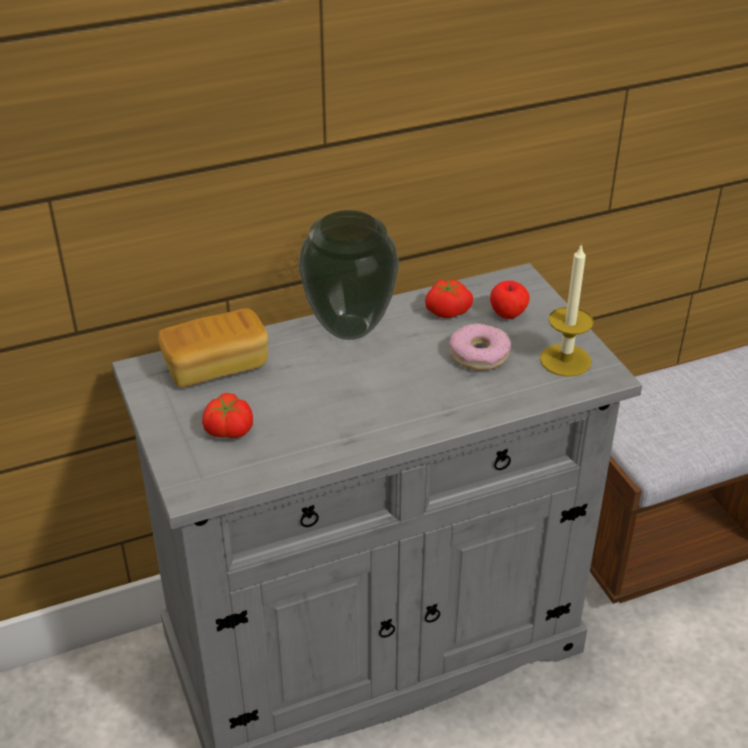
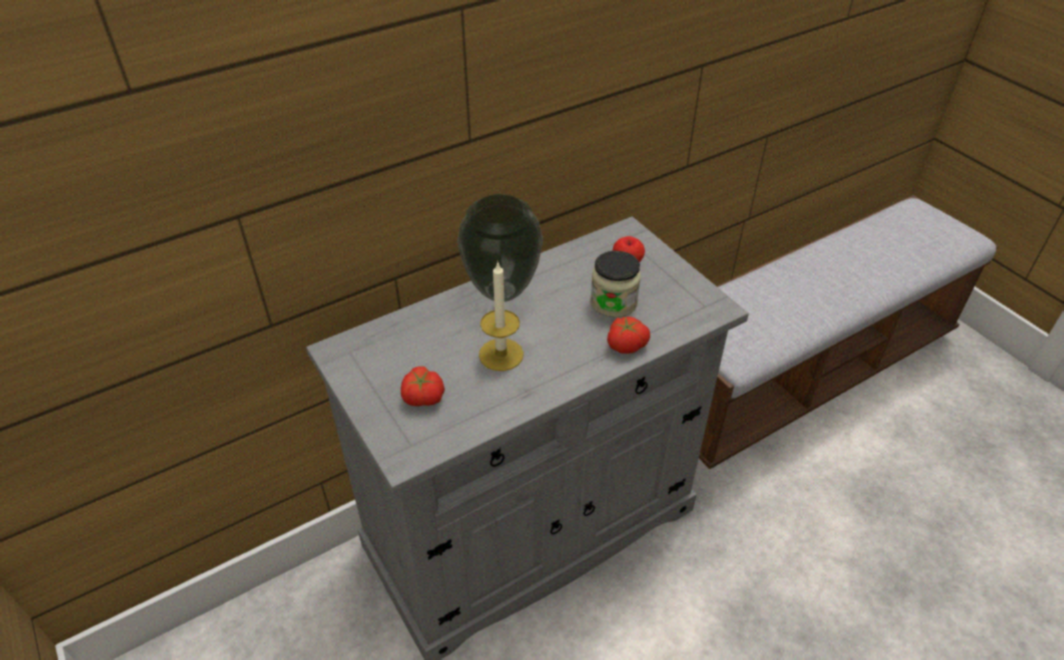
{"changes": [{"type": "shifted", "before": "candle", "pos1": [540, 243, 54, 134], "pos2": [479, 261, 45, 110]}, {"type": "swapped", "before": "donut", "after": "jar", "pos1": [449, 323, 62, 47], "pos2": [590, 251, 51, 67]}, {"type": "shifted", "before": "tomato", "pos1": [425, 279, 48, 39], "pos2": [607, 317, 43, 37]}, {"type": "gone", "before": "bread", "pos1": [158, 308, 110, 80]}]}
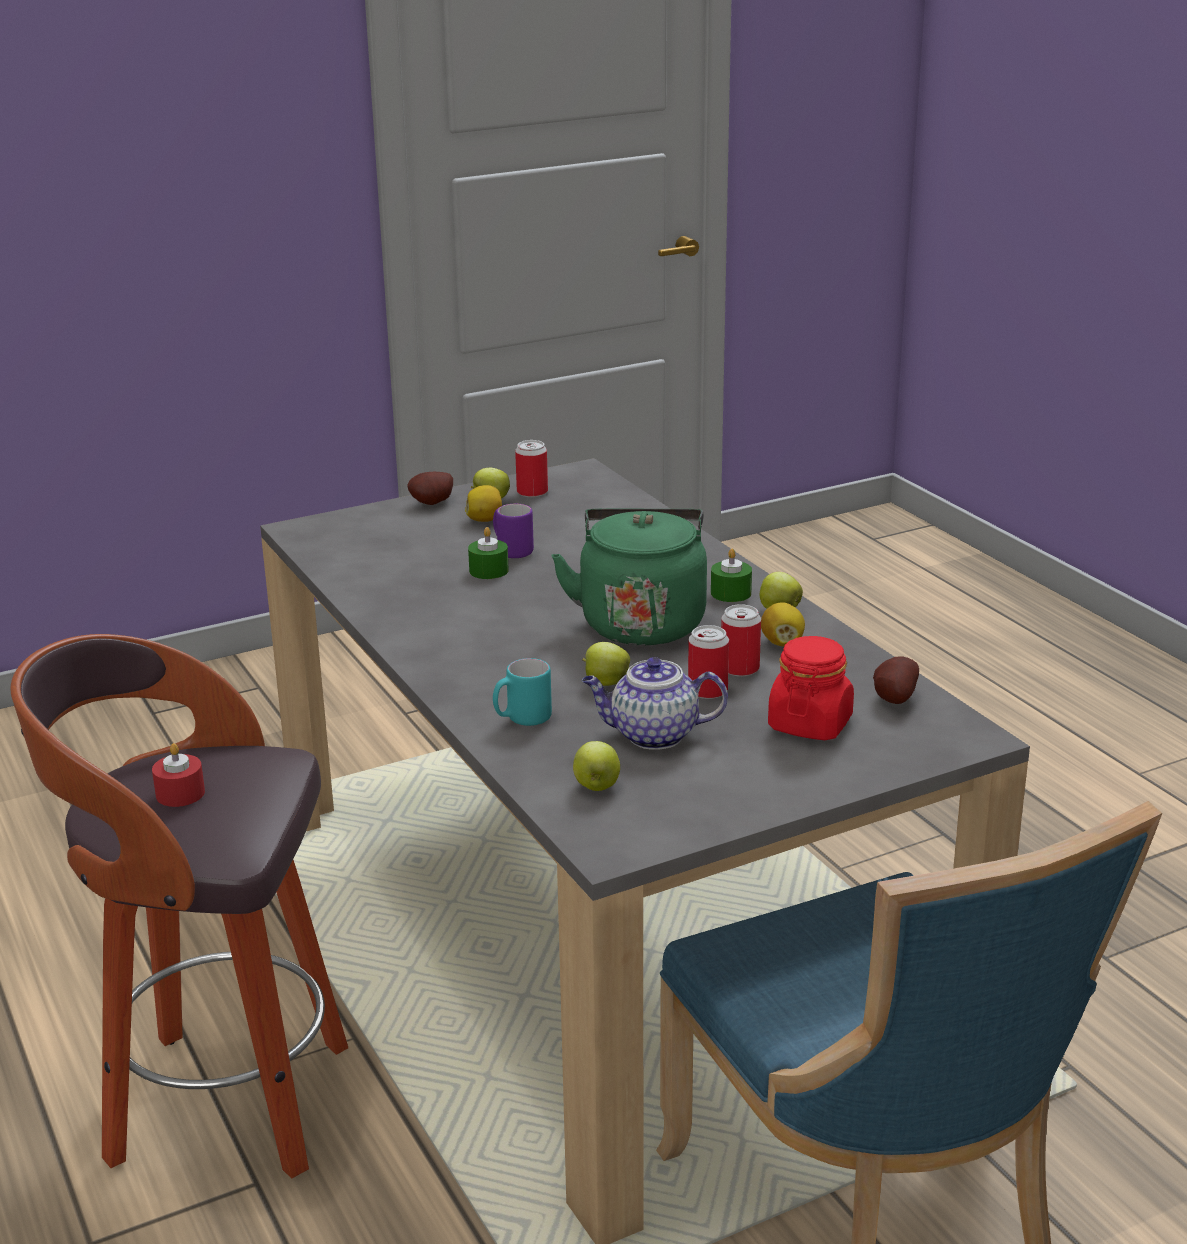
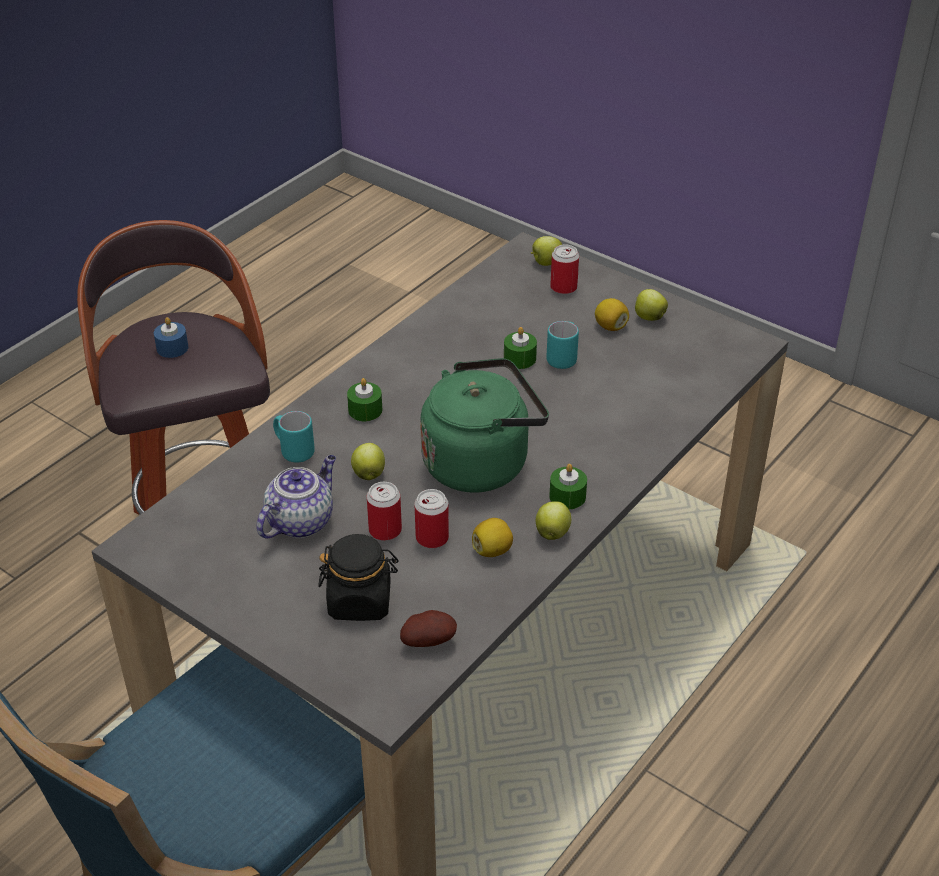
{"changes": [{"type": "repainted", "before": "red candle", "after": "blue candle", "pos1": [152, 743, 53, 64], "pos2": [154, 317, 34, 41]}, {"type": "rotated", "before": "teapot", "pos1": [582, 657, 146, 93], "pos2": [256, 455, 80, 83], "turn": 60}, {"type": "repainted", "before": "red jar", "after": "black jar", "pos1": [768, 636, 86, 104], "pos2": [318, 534, 80, 87]}, {"type": "new", "after": "green candle", "pos2": [347, 378, 35, 43]}, {"type": "shifted", "before": "apple", "pos1": [573, 741, 47, 50], "pos2": [531, 236, 31, 30]}, {"type": "repainted", "before": "purple mug", "after": "turquoise mug", "pos1": [493, 504, 41, 54], "pos2": [546, 321, 33, 48]}, {"type": "shifted", "before": "can", "pos1": [515, 440, 33, 57], "pos2": [550, 244, 29, 50]}, {"type": "gone", "before": "potato", "pos1": [407, 472, 46, 33]}]}
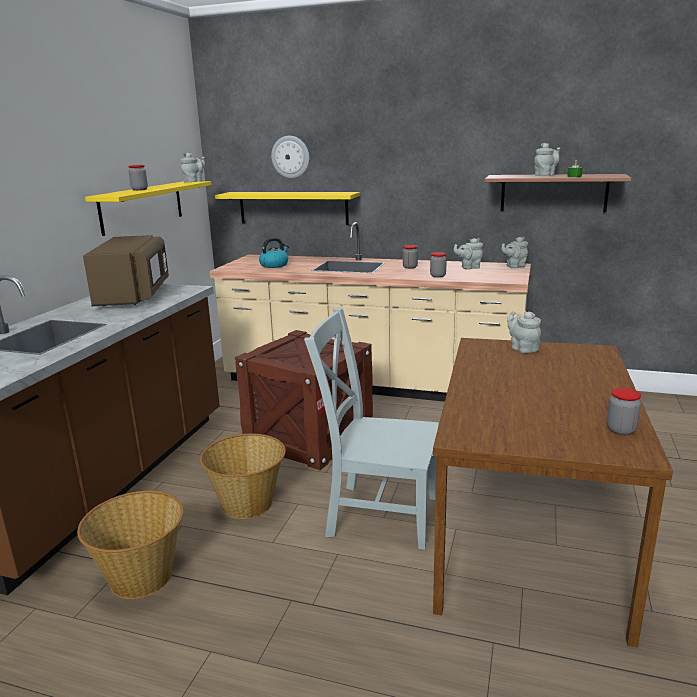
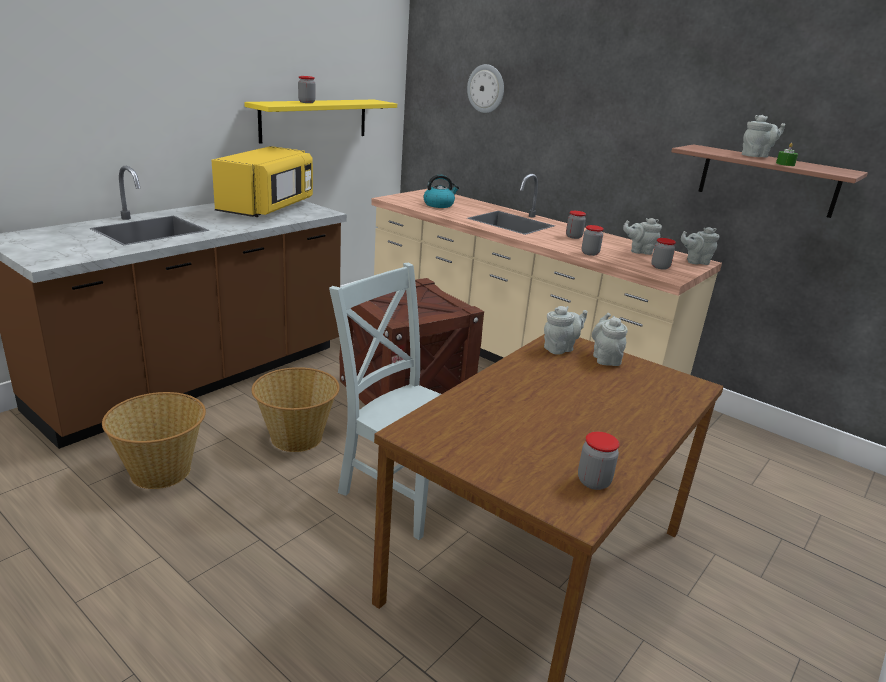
{"changes": [{"type": "repainted", "before": "brown microwave", "after": "yellow microwave", "pos1": [83, 235, 86, 71], "pos2": [212, 146, 101, 71]}, {"type": "shifted", "before": "grey teapot", "pos1": [180, 153, 25, 29], "pos2": [544, 306, 44, 49]}, {"type": "new", "after": "jar", "pos2": [651, 238, 25, 32]}, {"type": "gone", "before": "yellow shelf", "pos1": [215, 192, 145, 33]}]}
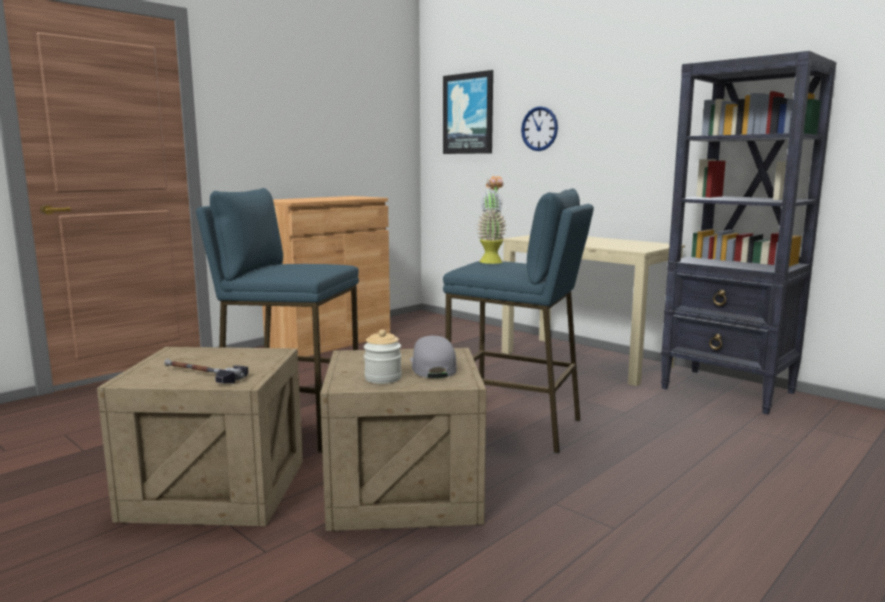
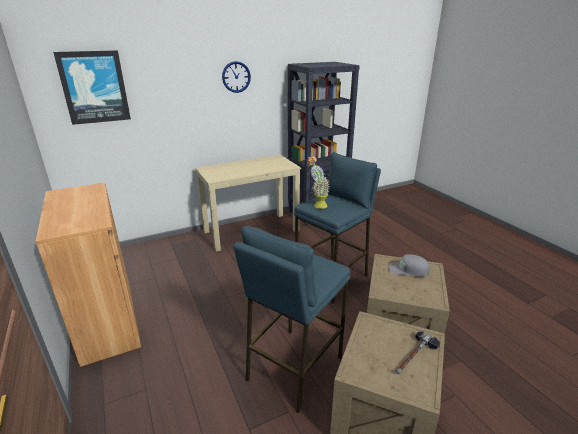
{"changes": [{"type": "shifted", "before": "wall clock", "pos1": [521, 106, 37, 45], "pos2": [222, 61, 29, 32]}, {"type": "gone", "before": "jar", "pos1": [364, 329, 38, 55]}]}
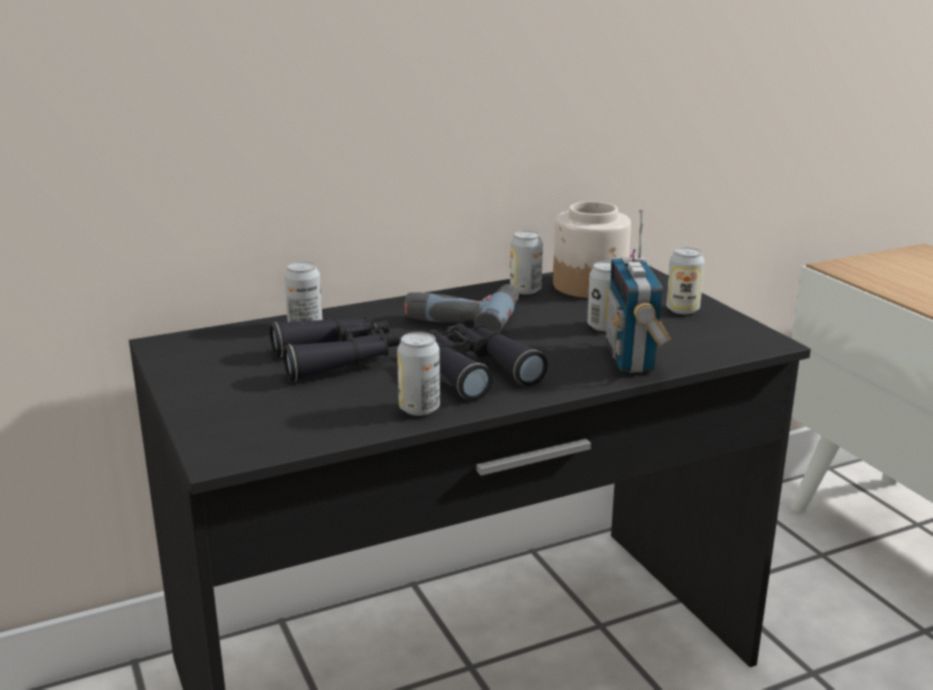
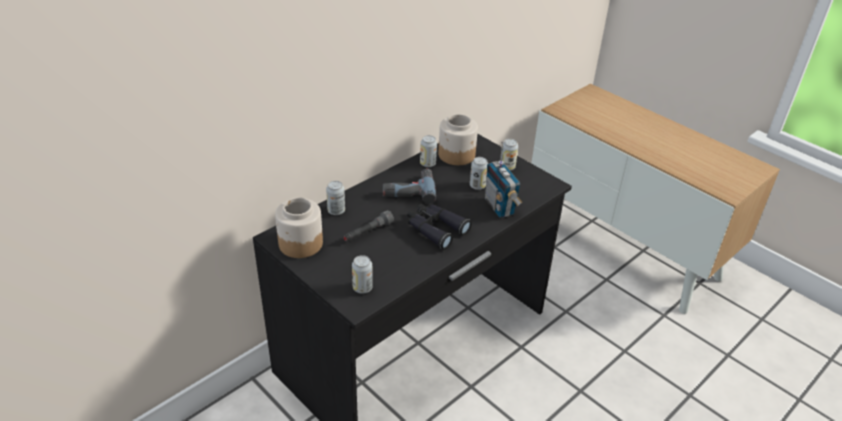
{"changes": [{"type": "new", "after": "jar", "pos2": [275, 198, 48, 60]}, {"type": "swapped", "before": "black binoculars", "after": "grey flashlight", "pos1": [270, 317, 129, 64], "pos2": [343, 210, 51, 32]}, {"type": "shifted", "before": "can", "pos1": [397, 332, 43, 84], "pos2": [352, 255, 21, 39]}]}
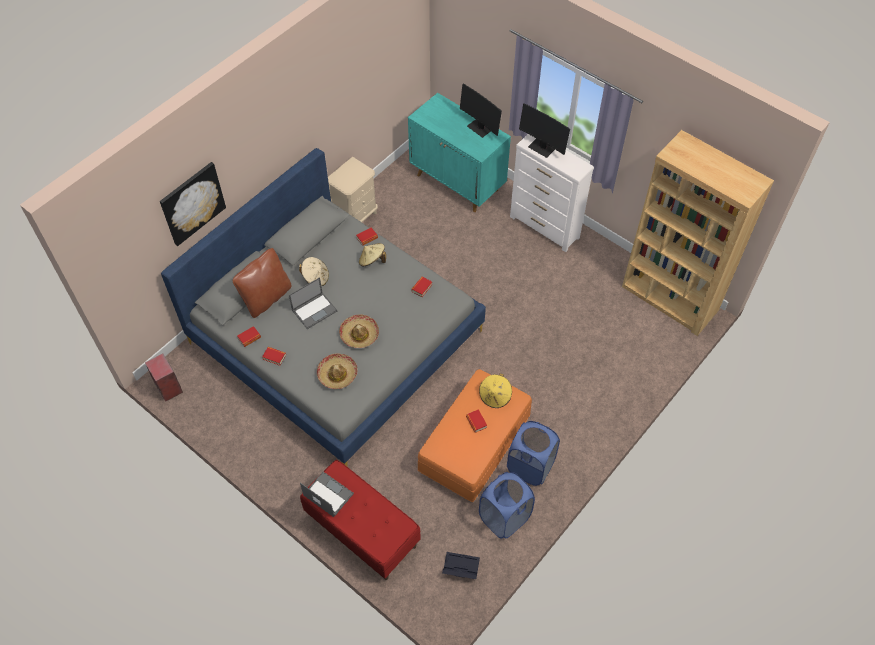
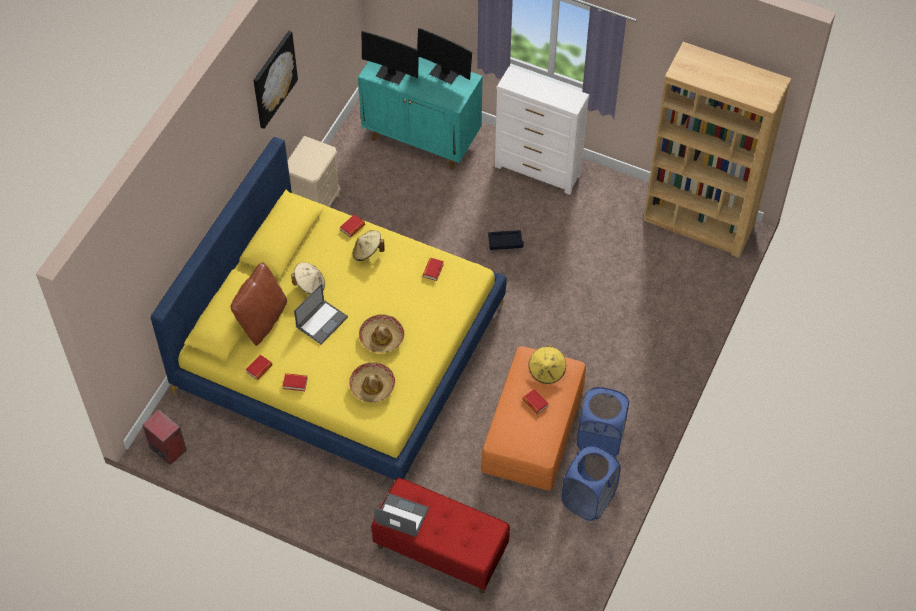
{"changes": [{"type": "repainted", "before": "grey bed", "after": "yellow bed", "pos1": [161, 148, 325, 319], "pos2": [150, 137, 357, 343]}, {"type": "shifted", "before": "picture", "pos1": [160, 162, 66, 84], "pos2": [253, 31, 45, 98]}, {"type": "shifted", "before": "monitor", "pos1": [519, 103, 51, 55], "pos2": [362, 31, 57, 53]}, {"type": "shifted", "before": "black storage box", "pos1": [442, 552, 38, 27], "pos2": [488, 230, 36, 20]}]}
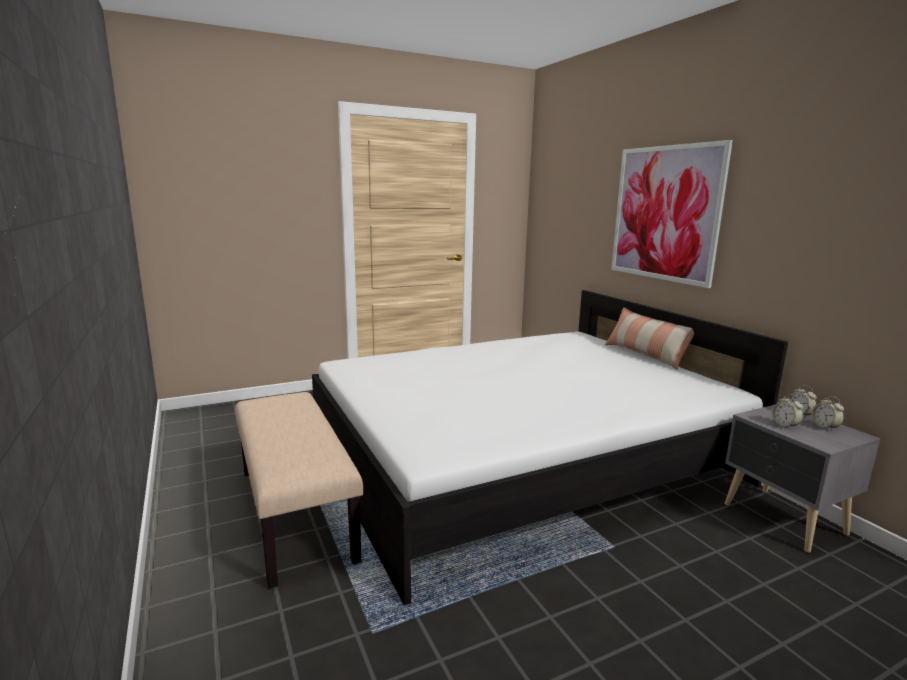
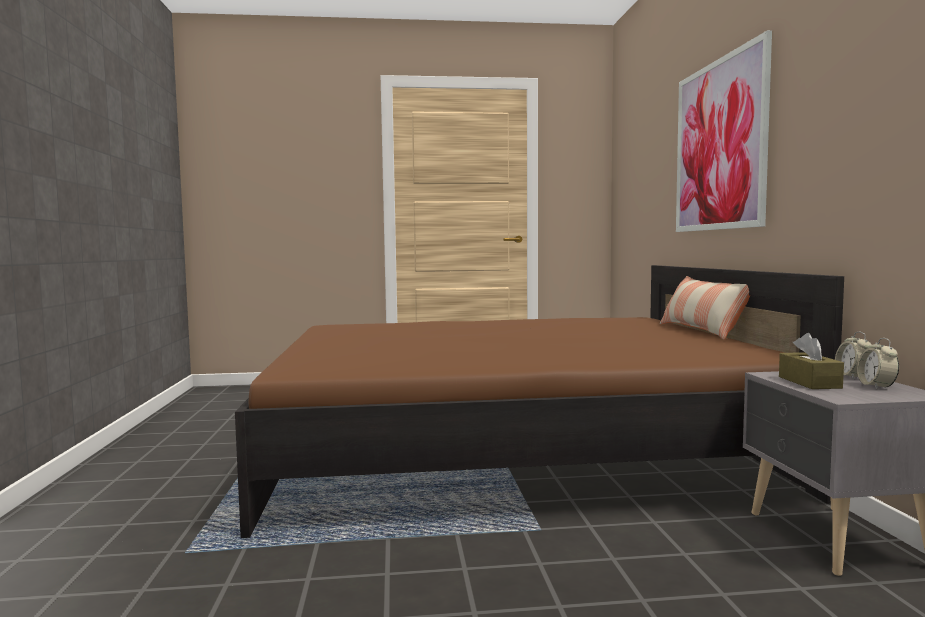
{"changes": [{"type": "repainted", "before": "white bed", "after": "brown bed", "pos1": [312, 290, 476, 315], "pos2": [235, 265, 609, 273]}, {"type": "swapped", "before": "alarm clock", "after": "brown tissue box", "pos1": [772, 394, 31, 35], "pos2": [779, 333, 65, 56]}, {"type": "gone", "before": "beige bench", "pos1": [235, 392, 128, 196]}]}
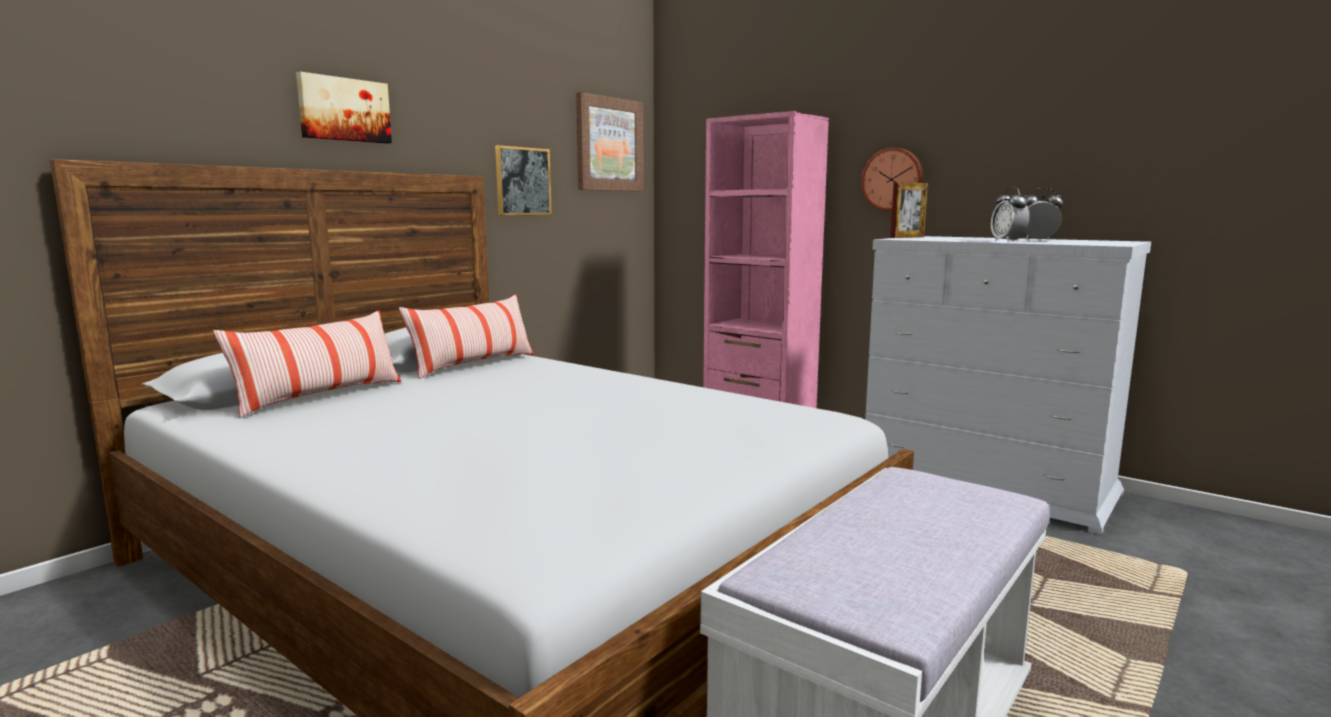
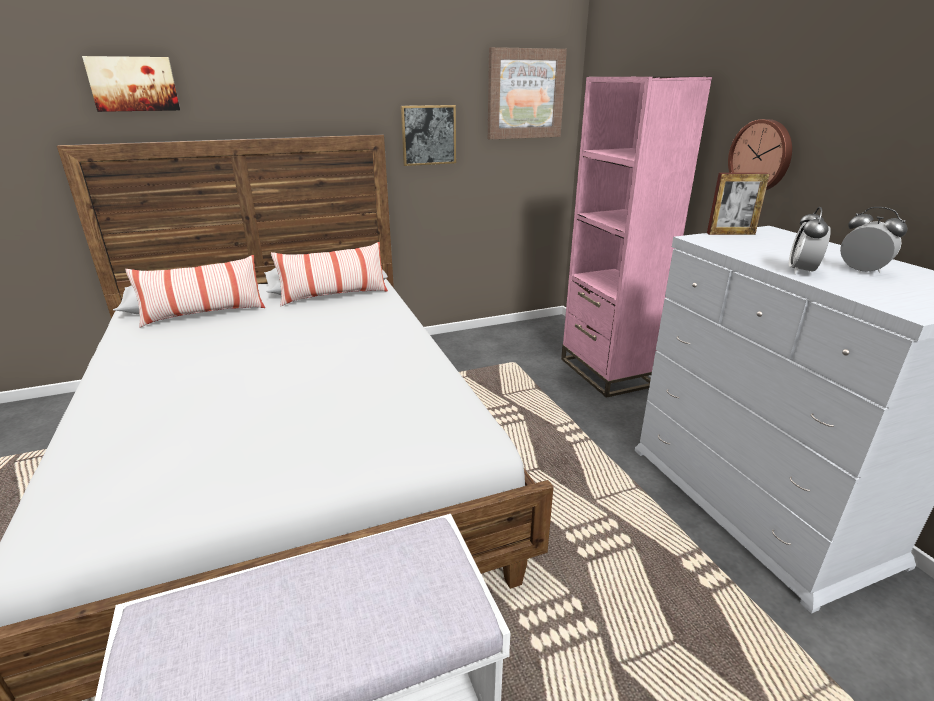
{"changes": [{"type": "shifted", "before": "picture", "pos1": [296, 72, 96, 71], "pos2": [82, 56, 98, 56]}]}
